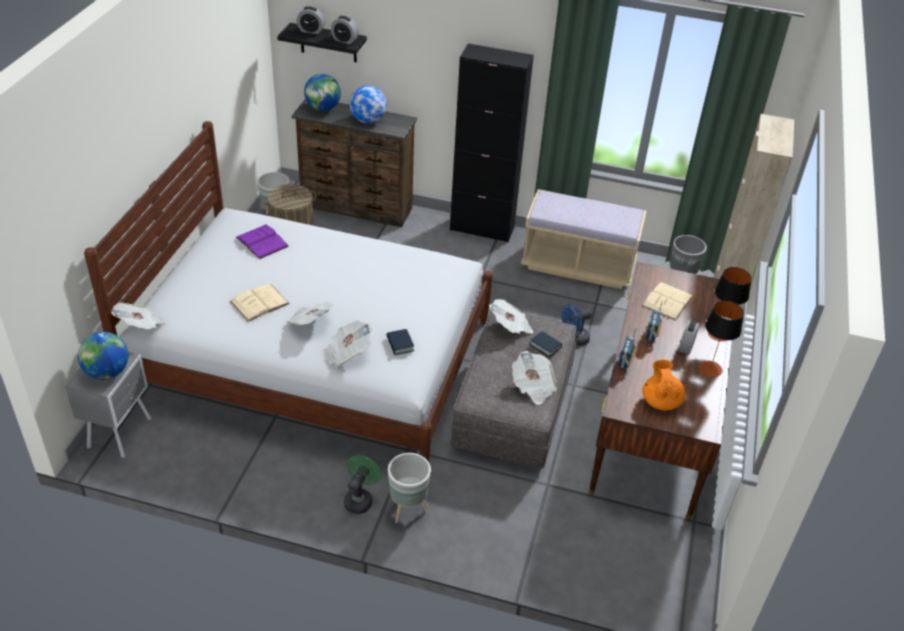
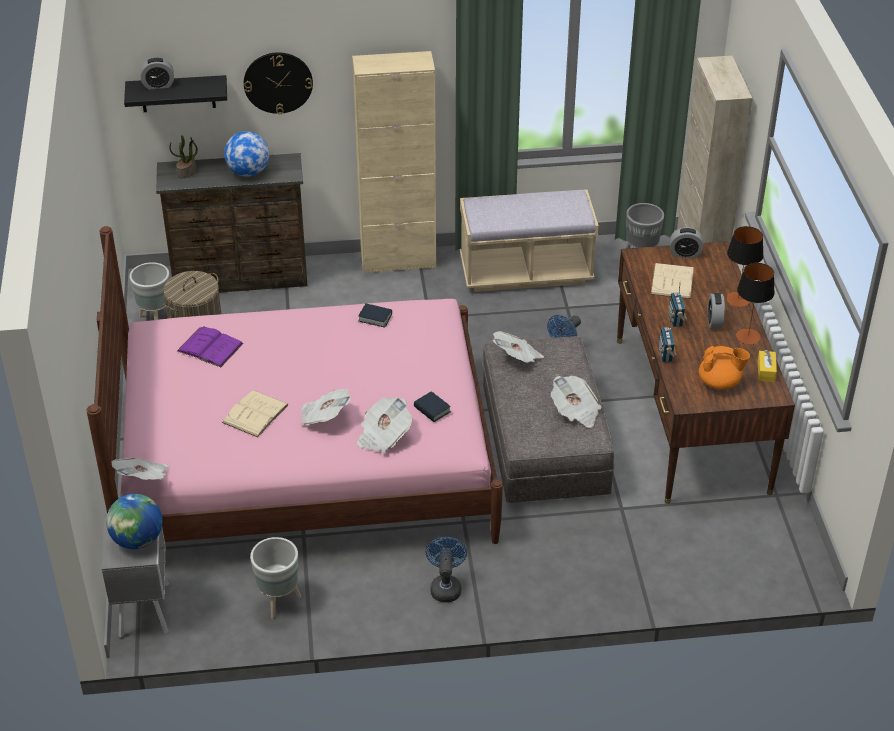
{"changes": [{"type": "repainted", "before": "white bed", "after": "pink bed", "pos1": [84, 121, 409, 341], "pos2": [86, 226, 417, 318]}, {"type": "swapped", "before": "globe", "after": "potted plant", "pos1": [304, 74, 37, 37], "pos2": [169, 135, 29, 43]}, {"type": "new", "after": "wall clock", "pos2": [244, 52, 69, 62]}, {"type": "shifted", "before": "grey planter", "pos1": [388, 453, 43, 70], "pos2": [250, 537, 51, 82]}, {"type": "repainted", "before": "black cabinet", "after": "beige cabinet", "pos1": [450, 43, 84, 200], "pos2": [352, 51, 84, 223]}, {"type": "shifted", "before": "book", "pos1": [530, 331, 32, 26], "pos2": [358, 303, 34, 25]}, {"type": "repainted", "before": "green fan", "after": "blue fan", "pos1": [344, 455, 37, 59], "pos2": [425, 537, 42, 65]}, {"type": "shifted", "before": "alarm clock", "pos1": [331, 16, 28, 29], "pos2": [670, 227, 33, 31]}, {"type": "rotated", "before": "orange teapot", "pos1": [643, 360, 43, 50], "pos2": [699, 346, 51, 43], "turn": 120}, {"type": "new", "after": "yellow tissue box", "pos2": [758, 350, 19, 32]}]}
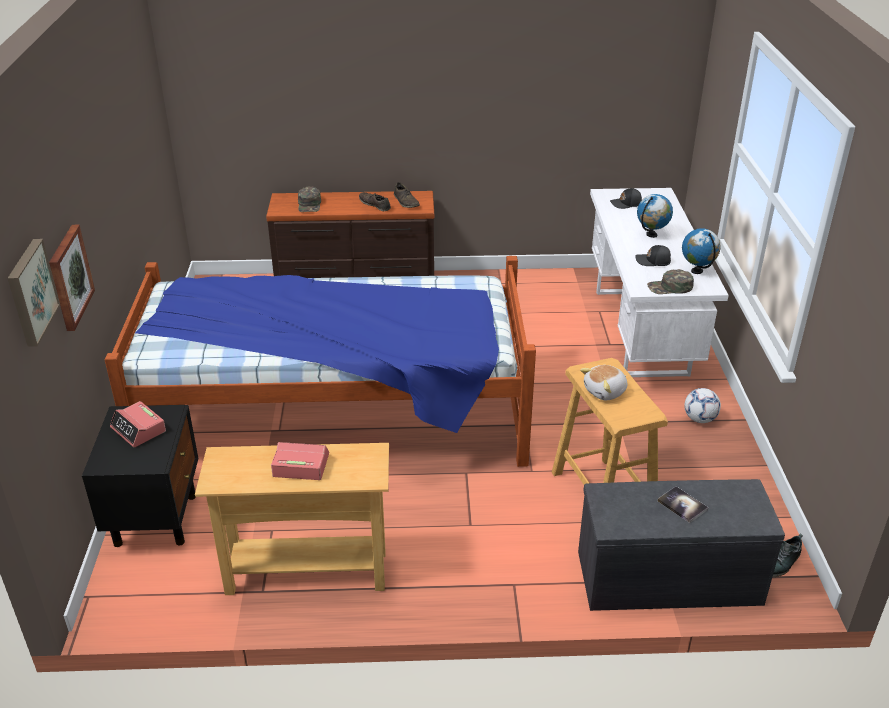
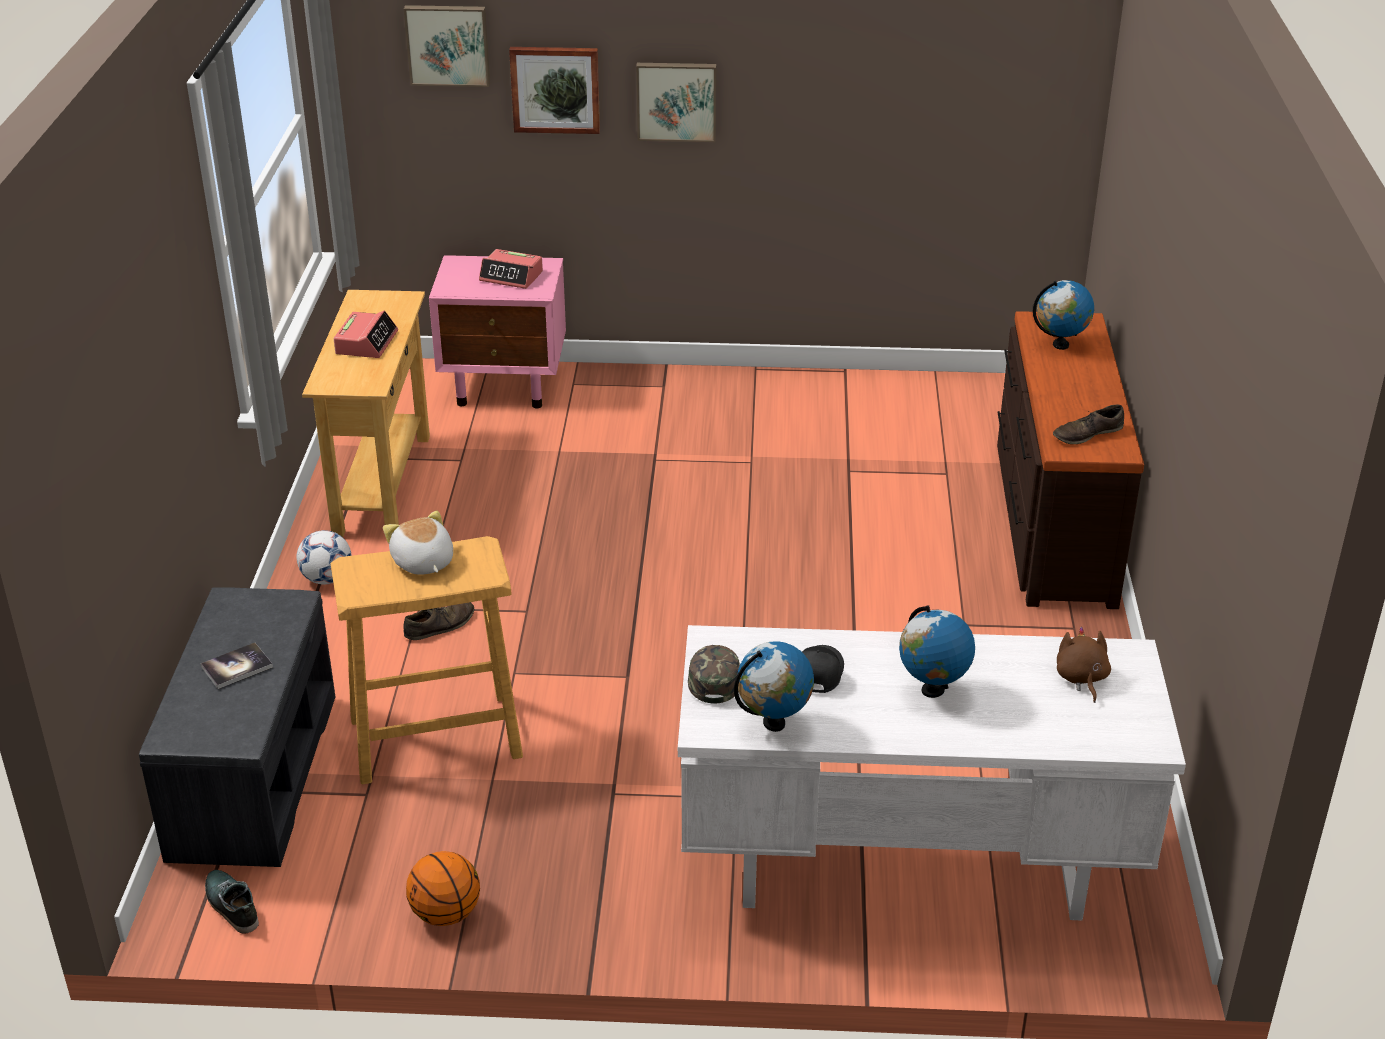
{"changes": [{"type": "shifted", "before": "football", "pos1": [684, 388, 37, 35], "pos2": [297, 530, 55, 54]}, {"type": "shifted", "before": "brown shoe", "pos1": [359, 192, 32, 19], "pos2": [403, 602, 71, 38]}, {"type": "new", "after": "basketball", "pos2": [406, 851, 74, 75]}, {"type": "repainted", "before": "black nightstand", "after": "pink nightstand", "pos1": [82, 405, 116, 142], "pos2": [429, 255, 137, 153]}, {"type": "rotated", "before": "alarm clock", "pos1": [110, 401, 56, 46], "pos2": [479, 249, 64, 40], "turn": -120}, {"type": "new", "after": "picture", "pos2": [636, 63, 80, 79]}, {"type": "swapped", "before": "green cap", "after": "globe", "pos1": [298, 187, 23, 25], "pos2": [1033, 280, 61, 70]}, {"type": "swapped", "before": "black cap", "after": "brown plush toy", "pos1": [610, 188, 32, 21], "pos2": [1057, 627, 54, 76]}, {"type": "gone", "before": "bed", "pos1": [105, 256, 431, 211]}]}
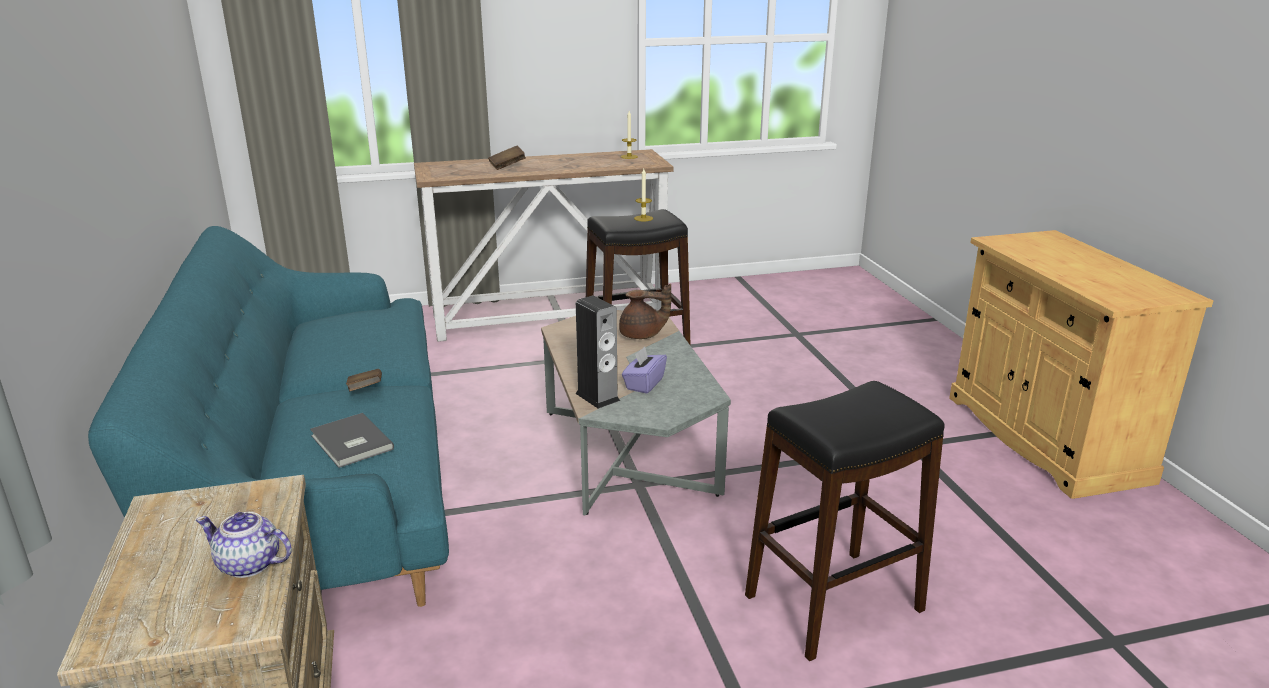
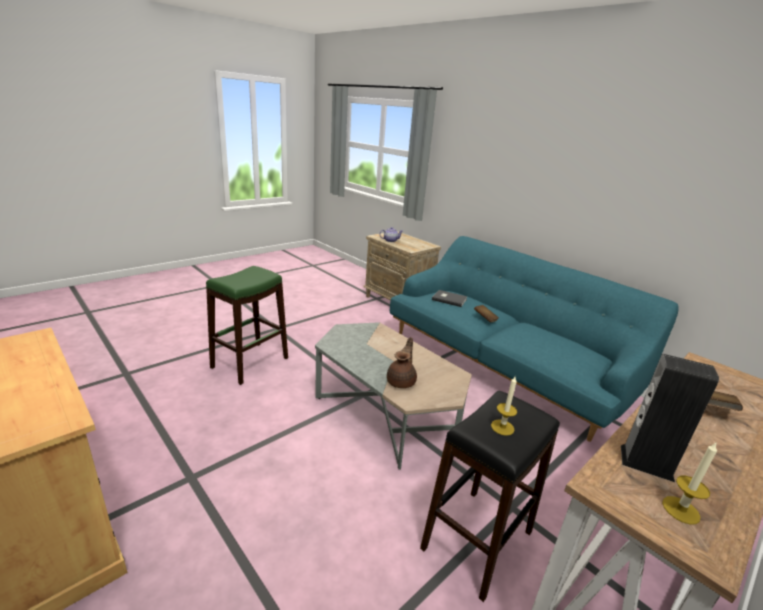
{"changes": [{"type": "repainted", "before": "black stool", "after": "green stool", "pos1": [745, 381, 200, 280], "pos2": [206, 266, 82, 119]}, {"type": "rotated", "before": "brown teapot", "pos1": [619, 284, 52, 55], "pos2": [387, 337, 30, 51], "turn": 135}, {"type": "shifted", "before": "speaker", "pos1": [575, 296, 45, 113], "pos2": [621, 354, 98, 128]}, {"type": "gone", "before": "purple tissue box", "pos1": [622, 346, 45, 48]}]}
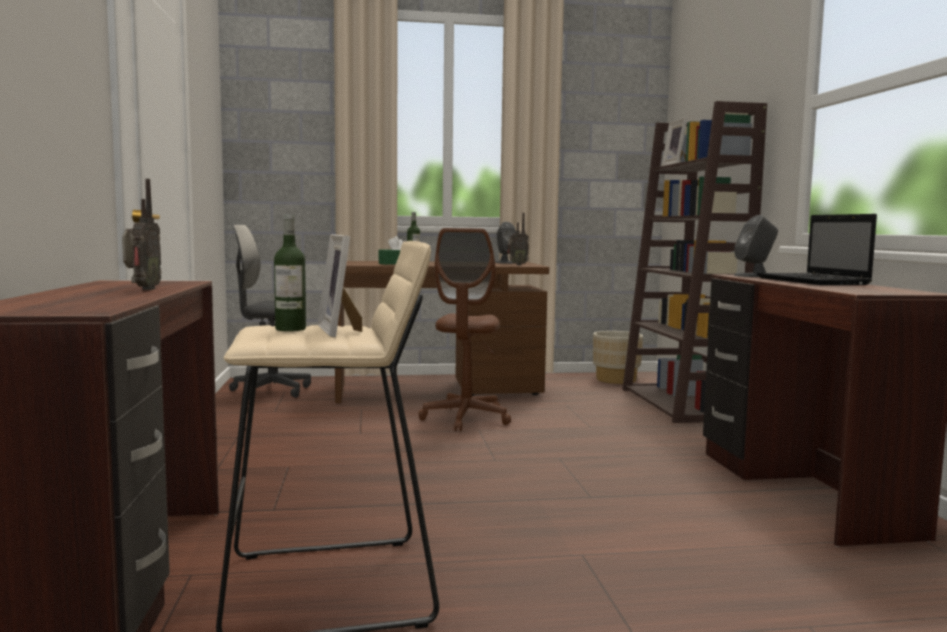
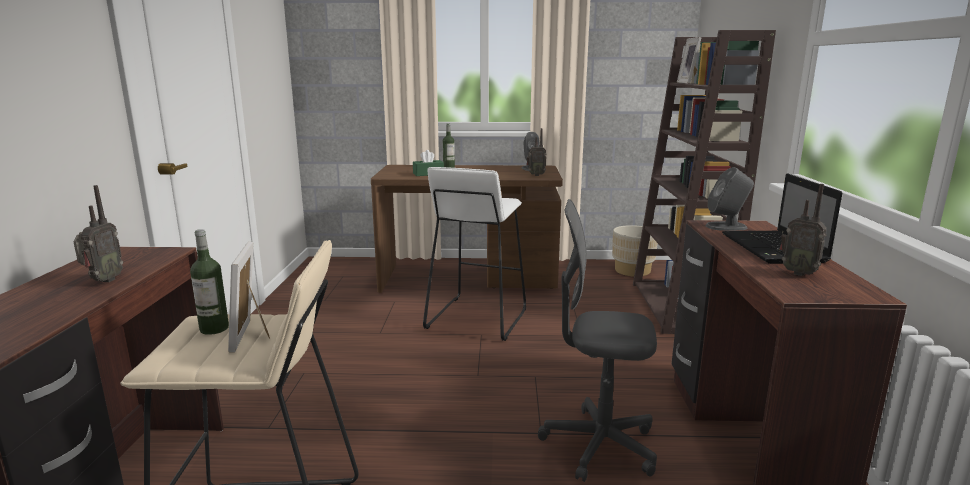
{"changes": [{"type": "swapped", "before": "brown office chair", "after": "white stool", "pos1": [418, 228, 93, 203], "pos2": [423, 167, 103, 174]}, {"type": "shifted", "before": "grey office chair", "pos1": [229, 225, 82, 174], "pos2": [538, 199, 119, 283]}, {"type": "new", "after": "radio", "pos2": [780, 184, 46, 92]}]}
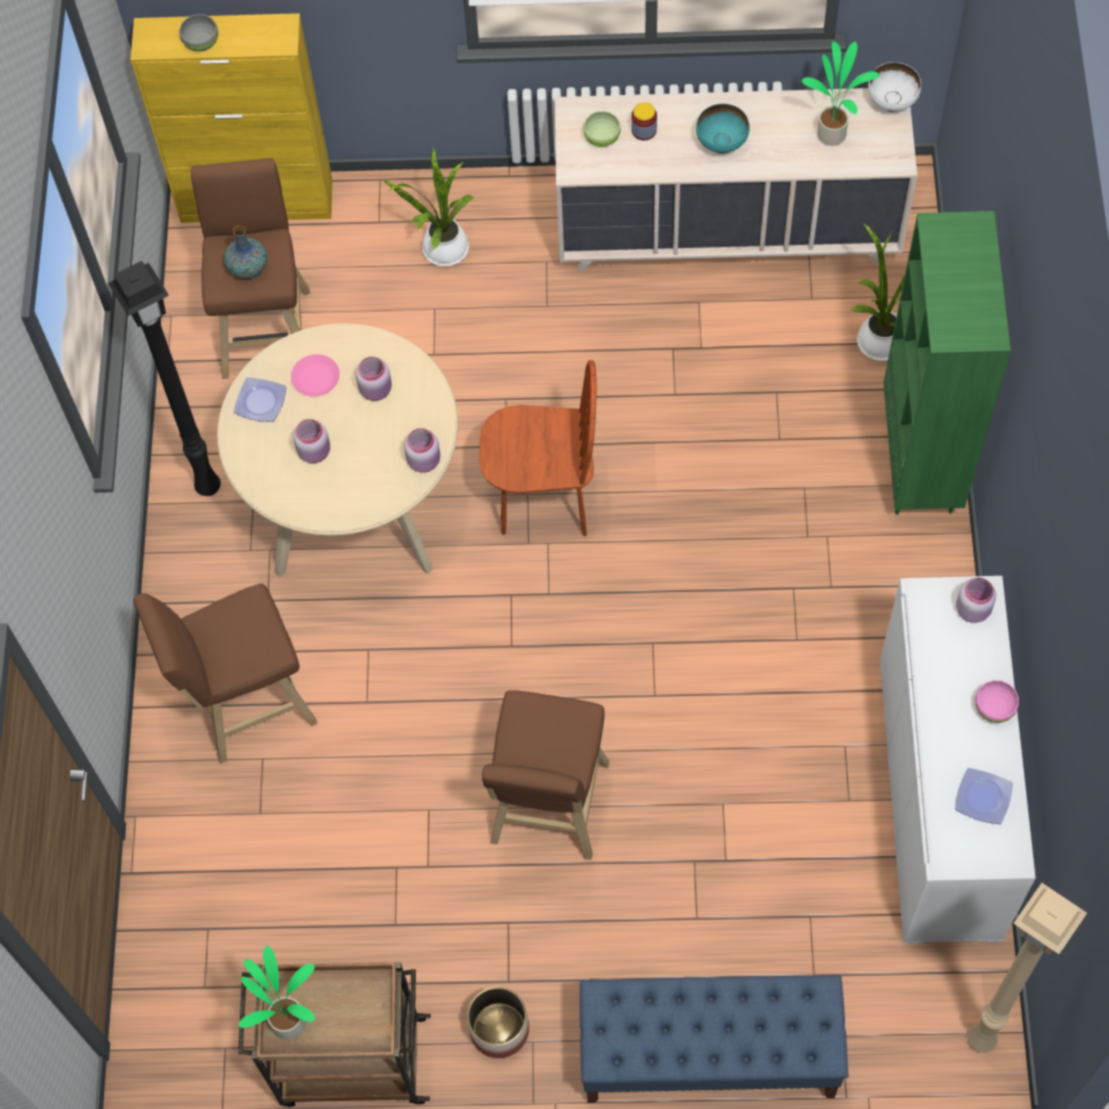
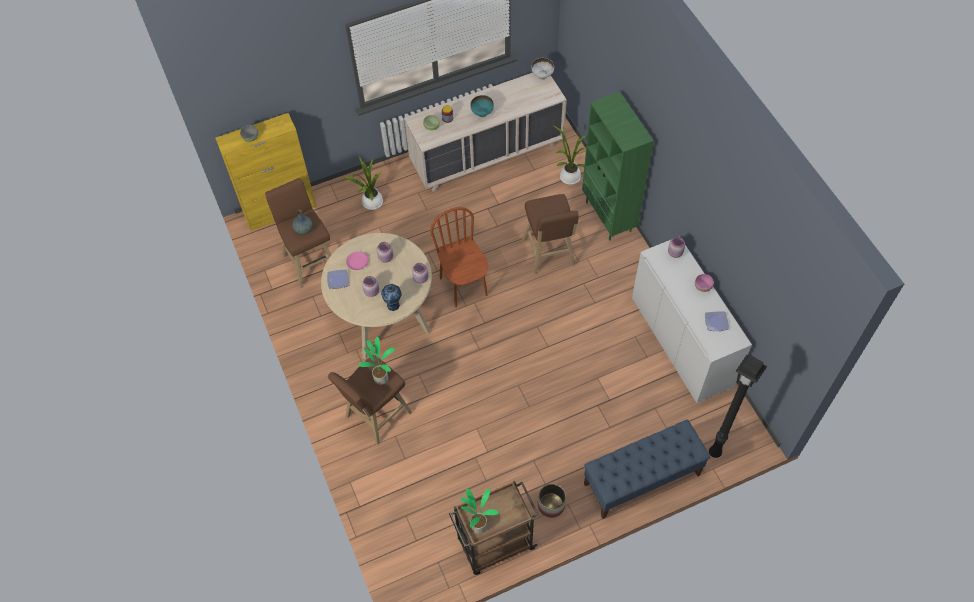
{"changes": [{"type": "shifted", "before": "potted plant", "pos1": [802, 41, 78, 105], "pos2": [358, 337, 37, 48]}, {"type": "new", "after": "vase", "pos2": [381, 284, 21, 27]}, {"type": "rotated", "before": "brown chair", "pos1": [479, 360, 118, 176], "pos2": [431, 207, 57, 100], "turn": -90}, {"type": "shifted", "before": "brown stool", "pos1": [482, 690, 127, 170], "pos2": [523, 194, 56, 80]}, {"type": "shifted", "before": "black floor lamp", "pos1": [108, 261, 113, 235], "pos2": [709, 355, 58, 103]}, {"type": "gone", "before": "beige floor lamp", "pos1": [967, 883, 120, 170]}]}
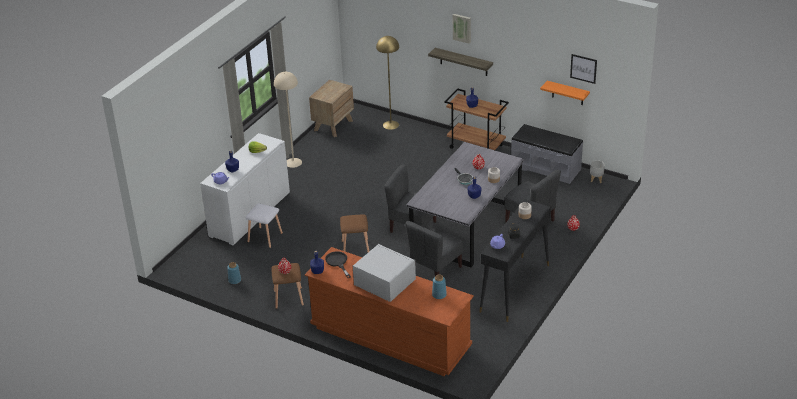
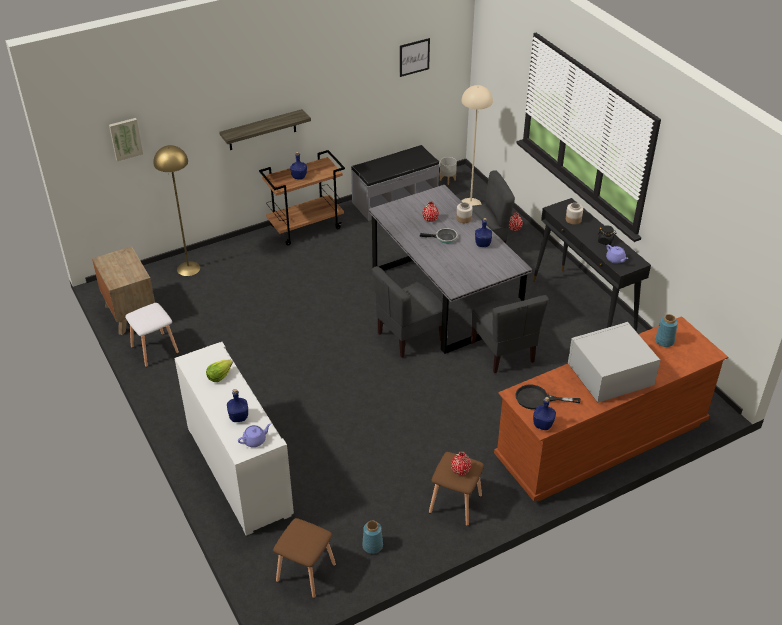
{"changes": [{"type": "shifted", "before": "picture", "pos1": [453, 14, 18, 30], "pos2": [109, 118, 34, 43]}, {"type": "shifted", "before": "white stool", "pos1": [245, 203, 38, 45], "pos2": [125, 303, 54, 64]}, {"type": "shifted", "before": "brown stool", "pos1": [340, 214, 29, 38], "pos2": [273, 518, 63, 80]}, {"type": "shifted", "before": "beige floor lamp", "pos1": [274, 72, 28, 96], "pos2": [461, 85, 32, 121]}, {"type": "gone", "before": "orange shelf", "pos1": [540, 81, 50, 24]}]}
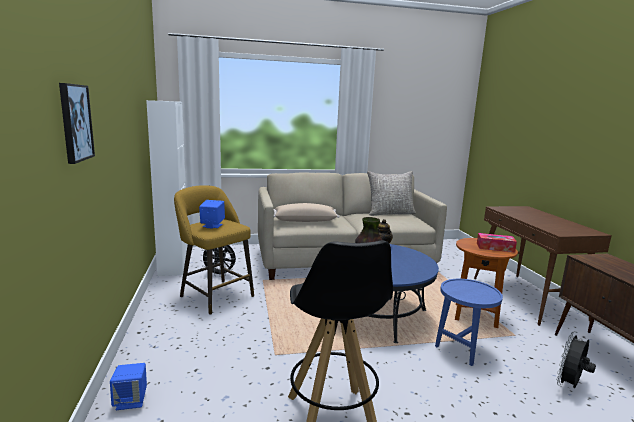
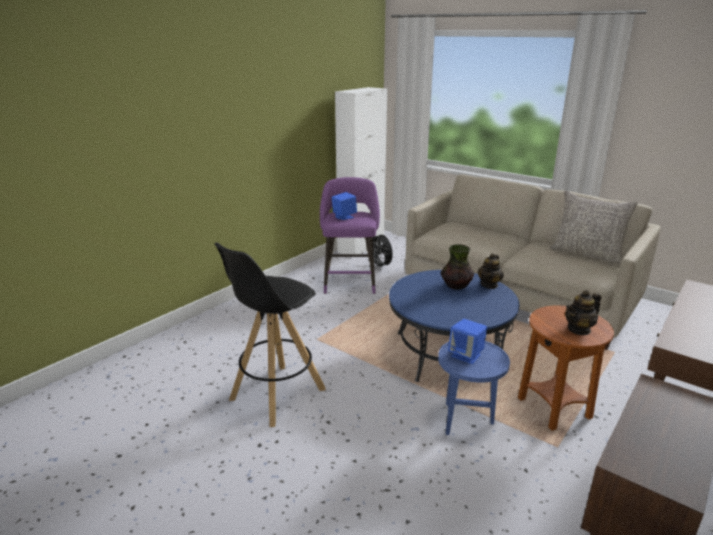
{"changes": [{"type": "repainted", "before": "yellow stool", "after": "purple stool", "pos1": [174, 185, 80, 130], "pos2": [320, 177, 60, 117]}, {"type": "shifted", "before": "blue speaker", "pos1": [110, 363, 37, 47], "pos2": [448, 319, 39, 45]}, {"type": "swapped", "before": "tissue box", "after": "teapot", "pos1": [477, 233, 40, 20], "pos2": [565, 290, 36, 45]}, {"type": "gone", "before": "picture", "pos1": [59, 83, 36, 81]}, {"type": "gone", "before": "beige pillow", "pos1": [274, 203, 65, 19]}, {"type": "gone", "before": "black fan", "pos1": [556, 331, 40, 57]}]}
